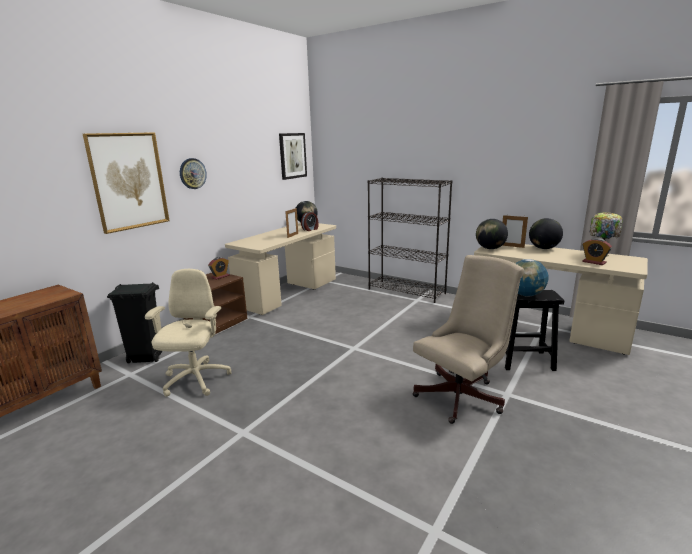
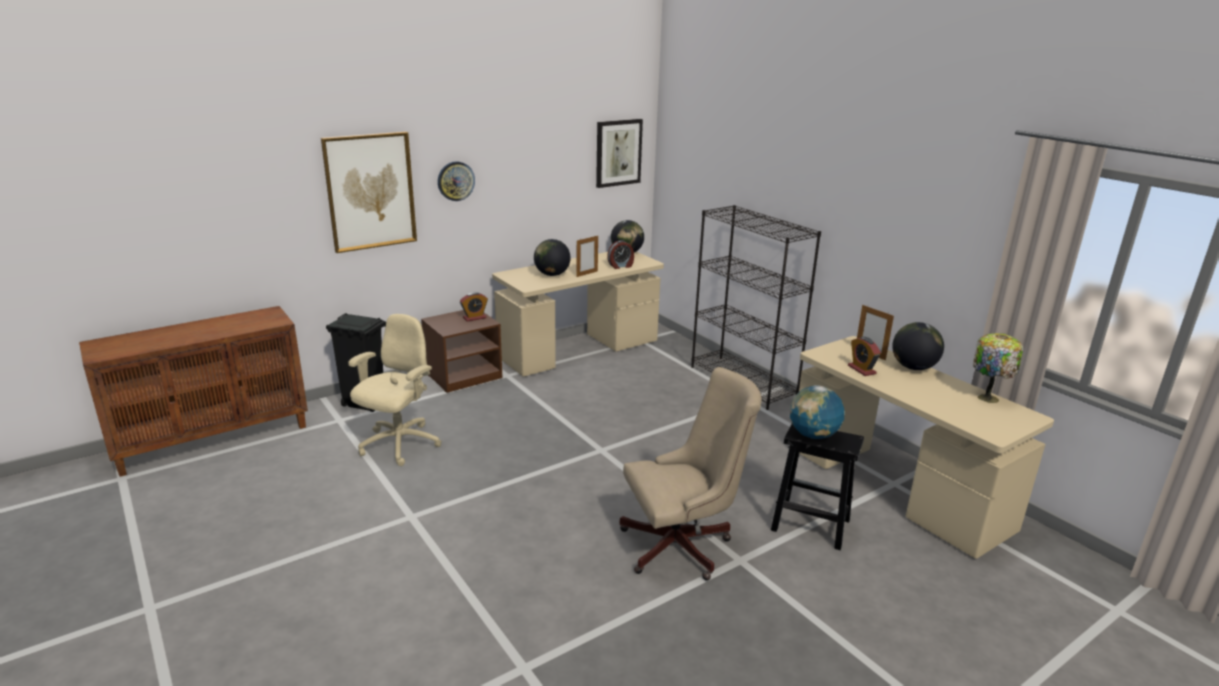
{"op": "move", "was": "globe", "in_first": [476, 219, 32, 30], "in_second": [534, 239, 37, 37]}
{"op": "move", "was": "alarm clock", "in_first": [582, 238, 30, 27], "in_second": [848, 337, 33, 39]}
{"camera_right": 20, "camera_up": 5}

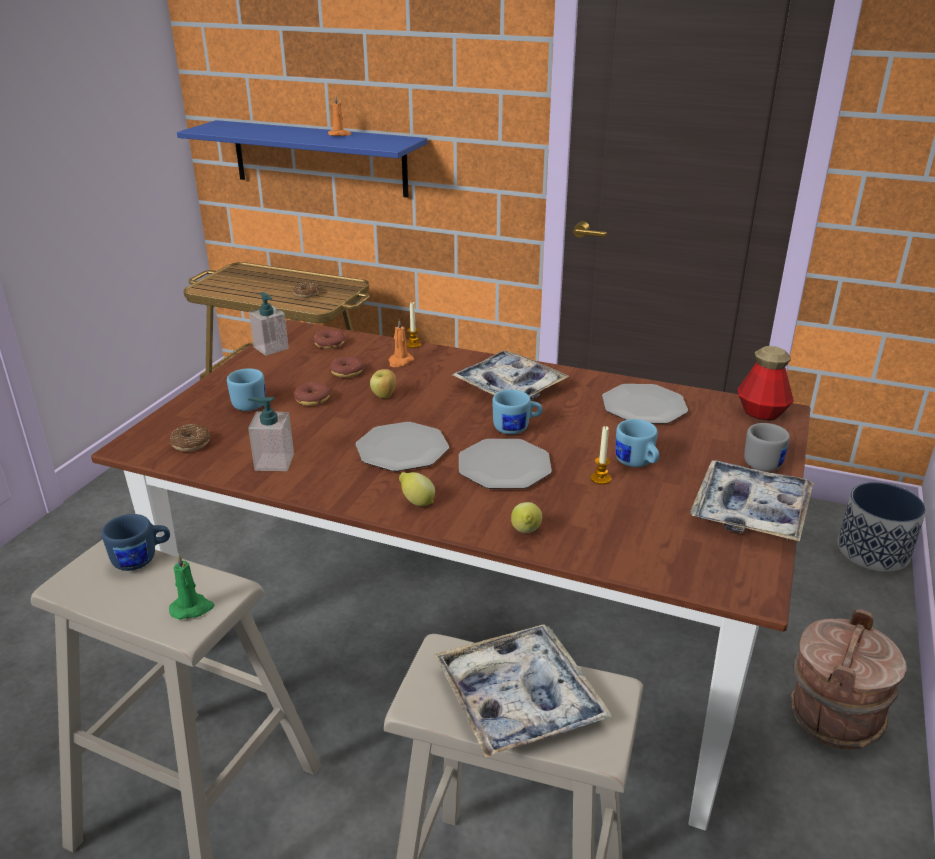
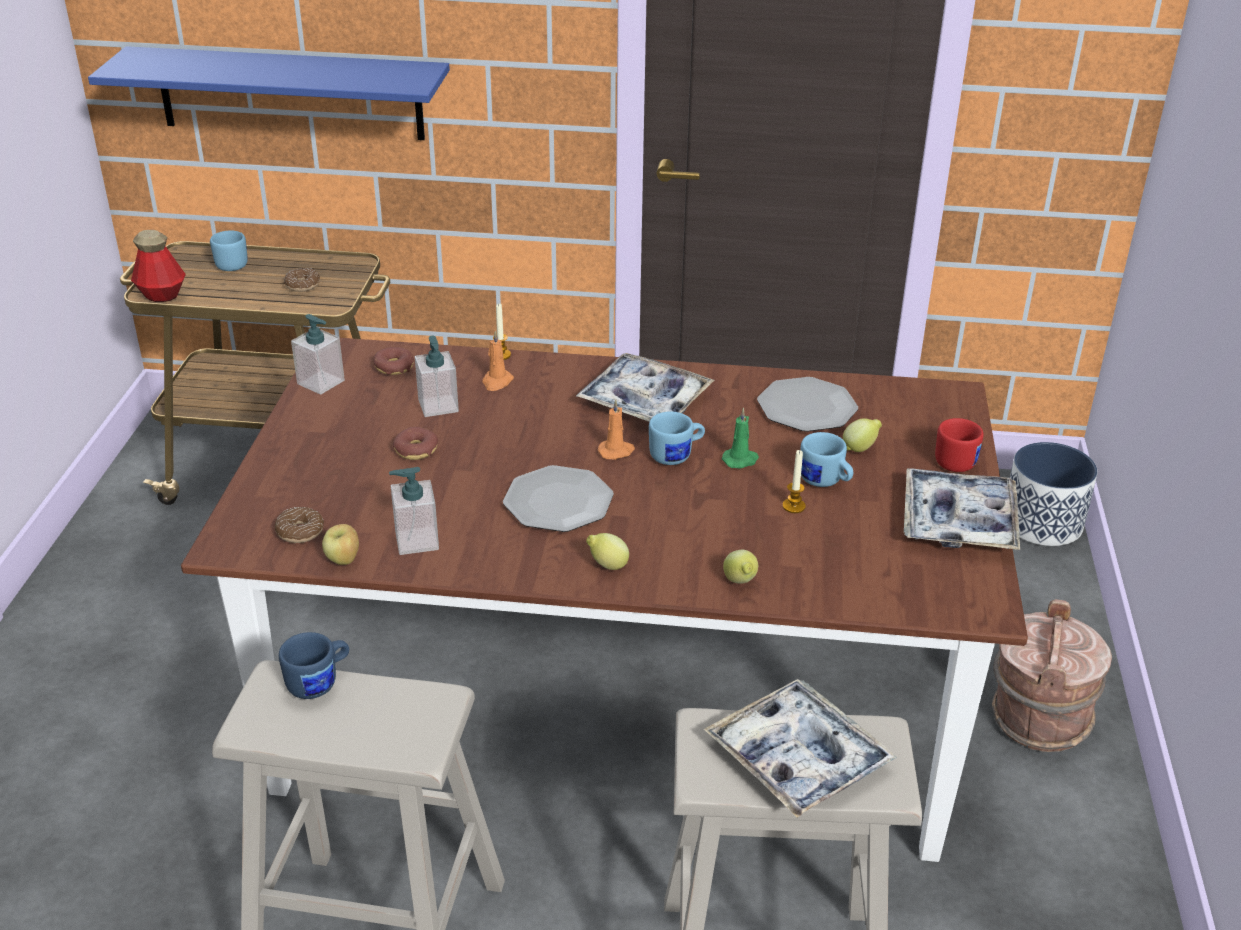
{"op": "move", "was": "candle/orange", "in_first": [328, 96, 23, 40], "in_second": [597, 399, 38, 61]}
{"op": "move", "was": "bottle", "in_first": [738, 346, 56, 74], "in_second": [131, 230, 55, 72]}
{"op": "replace", "was": "donut", "now": "soap dispenser", "in_first": [329, 356, 35, 22], "in_second": [415, 336, 44, 81]}
{"op": "move", "was": "mug/blue", "in_first": [227, 368, 39, 43], "in_second": [210, 231, 37, 40]}
{"op": "move", "was": "apple", "in_first": [370, 369, 26, 29], "in_second": [322, 524, 37, 41]}
{"op": "recolor", "was": "mug/grey", "now": "mug/red", "in_first": [744, 423, 46, 48], "in_second": [935, 418, 49, 54]}
{"op": "delete", "was": "plate", "in_first": [459, 439, 93, 50]}
{"op": "move", "was": "candle/green", "in_first": [169, 554, 46, 66], "in_second": [722, 407, 37, 62]}
{"op": "insert", "now": "lemon", "in_second": [843, 419, 39, 33]}
{"camera_right": -15, "camera_up": 5}

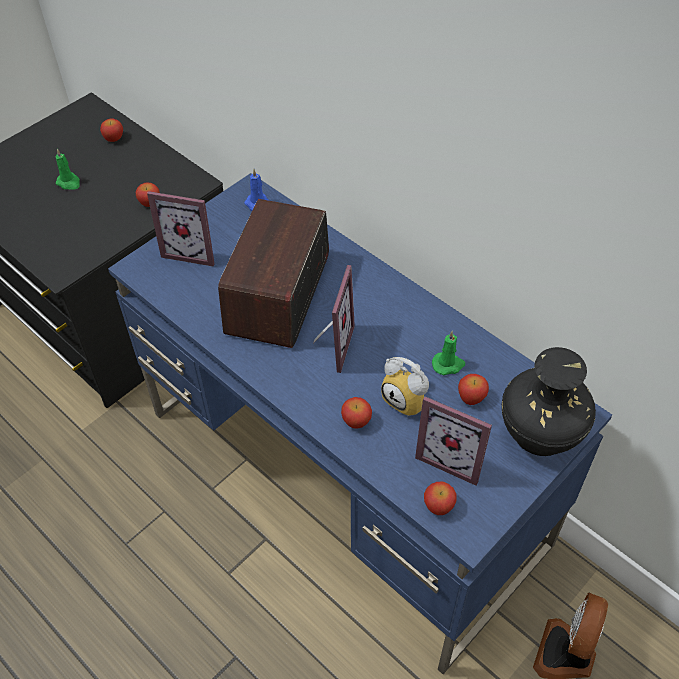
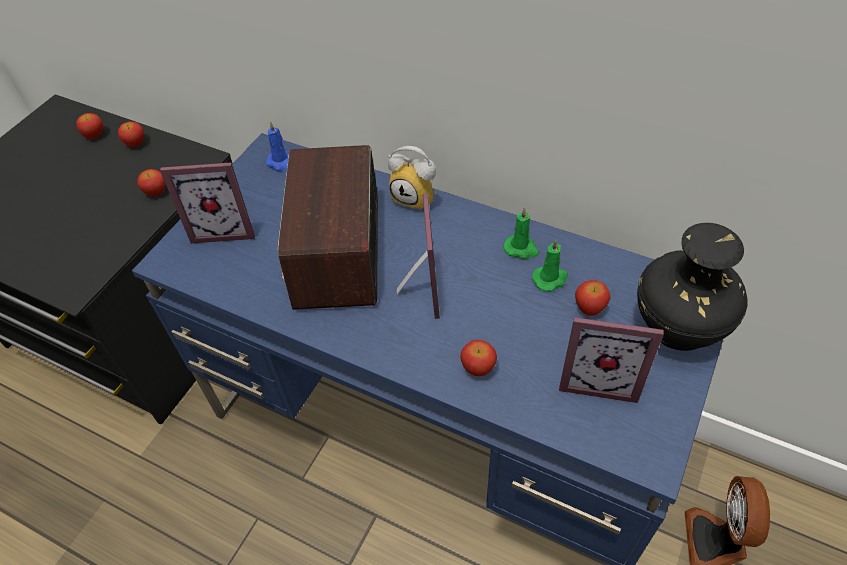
{"op": "move", "was": "candle/green", "in_first": [56, 149, 24, 41], "in_second": [503, 207, 36, 52]}
{"op": "move", "was": "alarm clock", "in_first": [381, 357, 48, 60], "in_second": [388, 146, 48, 65]}
{"op": "move", "was": "apple", "in_first": [424, 482, 33, 33], "in_second": [118, 121, 26, 26]}
{"camera_right": -15, "camera_up": 0}

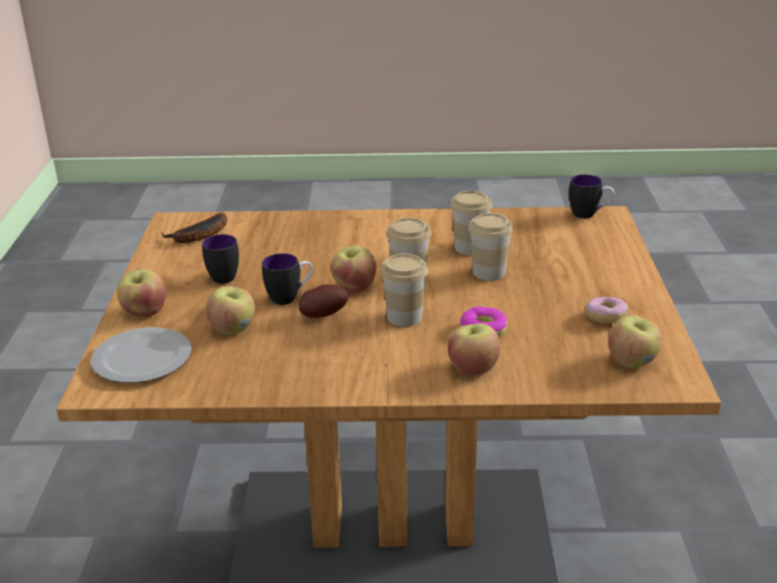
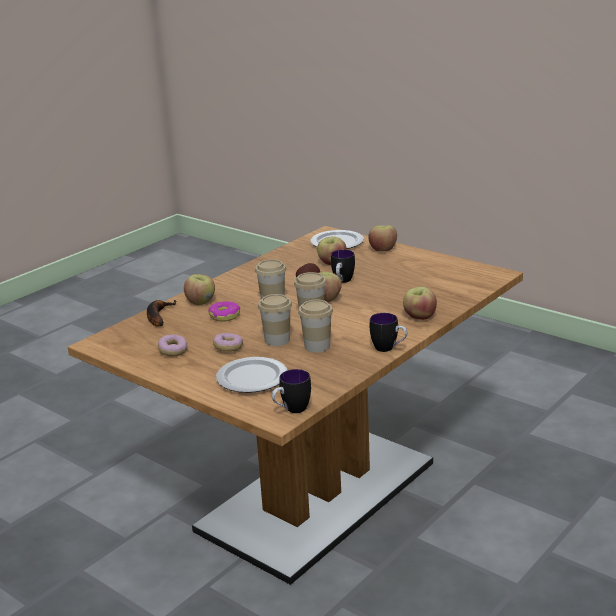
{"op": "move", "was": "banana", "in_first": [161, 213, 66, 30], "in_second": [147, 300, 30, 26]}
{"op": "move", "was": "mug", "in_first": [202, 234, 37, 50], "in_second": [370, 313, 37, 39]}
{"op": "move", "was": "apple", "in_first": [608, 315, 54, 53], "in_second": [403, 287, 34, 33]}
{"op": "insert", "now": "donut", "in_second": [213, 333, 30, 19]}
{"op": "insert", "now": "plate", "in_second": [216, 357, 71, 36]}
{"camera_right": 130, "camera_up": -5}

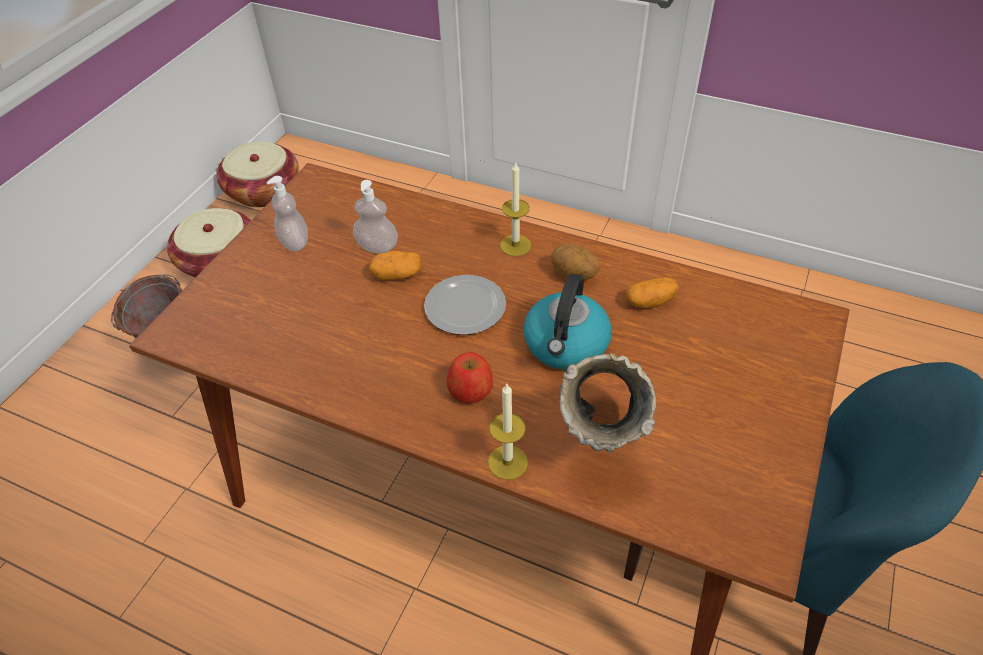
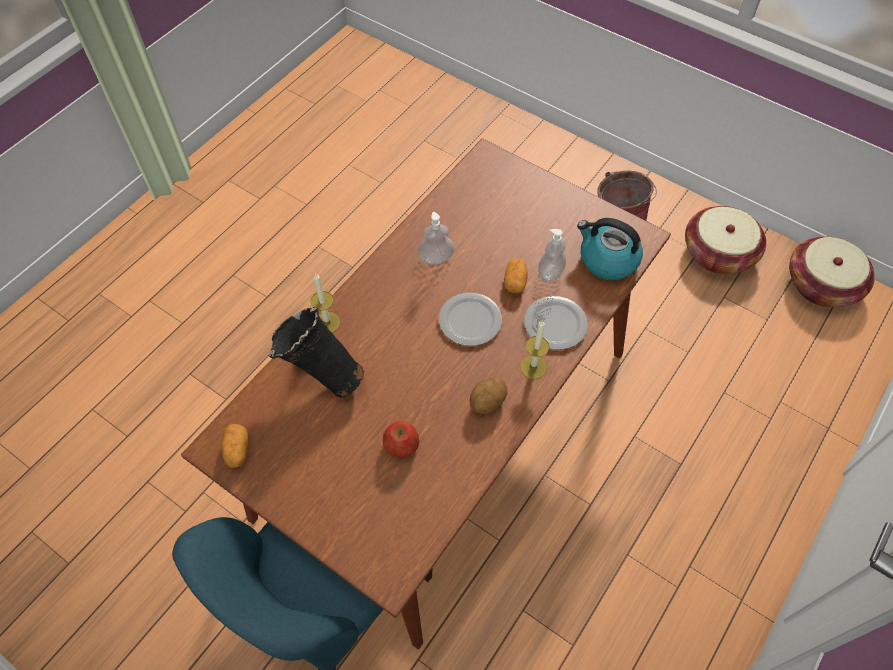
{"op": "move", "was": "soap dispenser", "in_first": [267, 176, 41, 75], "in_second": [418, 212, 36, 53]}
{"op": "move", "was": "kettle", "in_first": [523, 274, 89, 96], "in_second": [577, 218, 66, 62]}
{"op": "move", "was": "potato", "in_first": [626, 277, 53, 31], "in_second": [221, 424, 28, 44]}
{"op": "move", "was": "apple", "in_first": [447, 352, 46, 52], "in_second": [383, 421, 36, 36]}
{"op": "recolor", "was": "vase/beige", "now": "vase/black", "in_first": [559, 353, 97, 99], "in_second": [269, 307, 95, 91]}
{"op": "insert", "now": "plate", "in_second": [524, 296, 64, 54]}
{"camera_right": 100, "camera_up": 10}

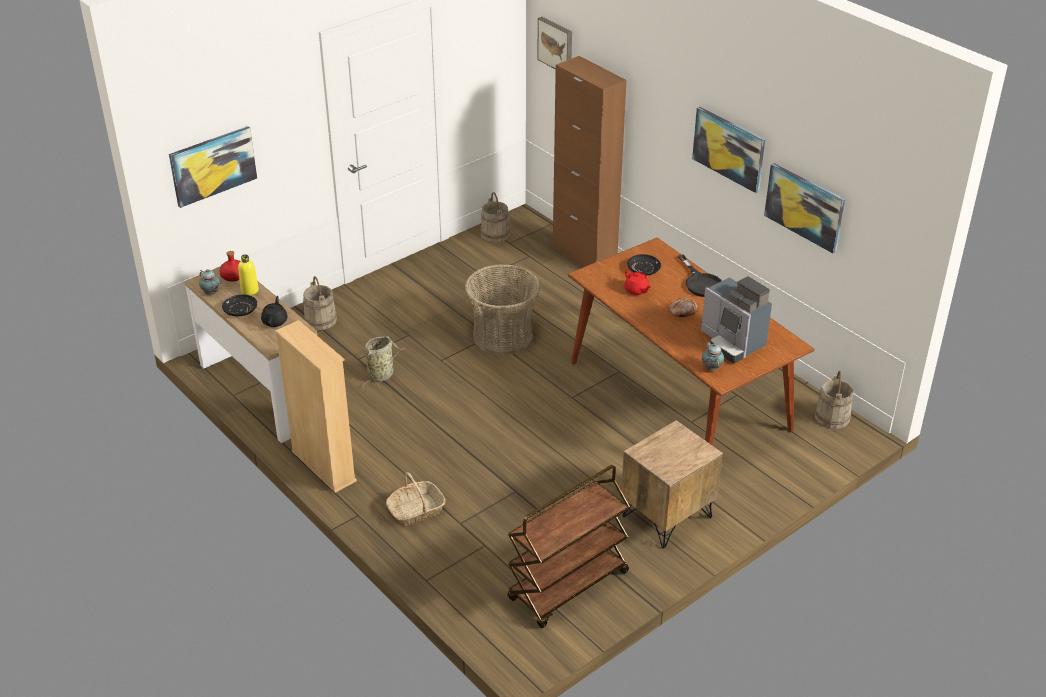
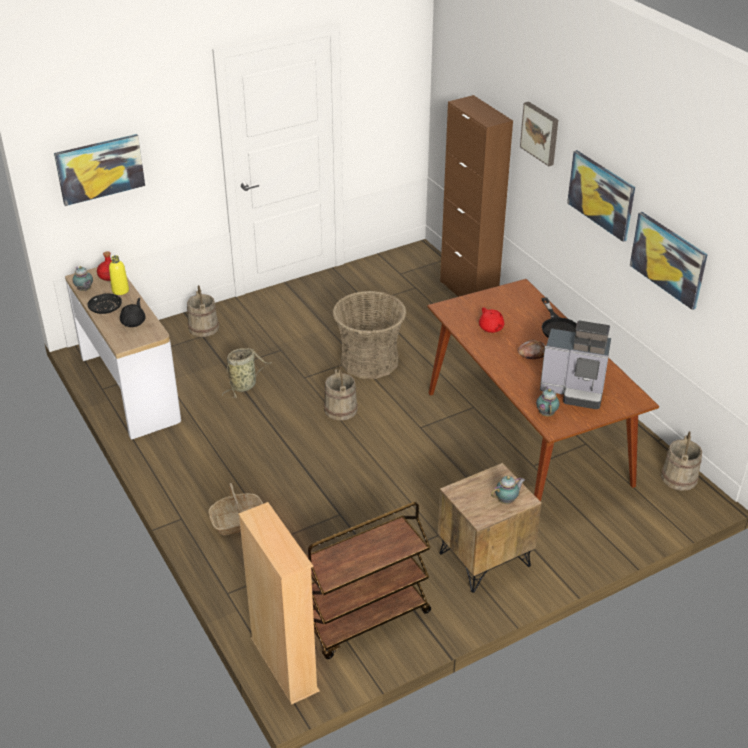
{"op": "move", "was": "picture", "in_first": [537, 17, 35, 52], "in_second": [520, 102, 38, 64]}
{"op": "move", "was": "bucket/beige", "in_first": [481, 192, 29, 51], "in_second": [324, 365, 34, 56]}
{"op": "delete", "was": "plate/black", "in_first": [628, 254, 33, 21]}
{"op": "rotate", "was": "coffee machine", "in_first": [701, 276, 71, 87], "in_second": [540, 321, 71, 88], "clockwise": -45}
{"op": "move", "was": "bookcase/beige", "in_first": [275, 320, 82, 173], "in_second": [238, 502, 82, 203]}
{"op": "insert", "now": "teapot", "in_second": [491, 476, 34, 28]}
{"camera_right": 10, "camera_up": 0}

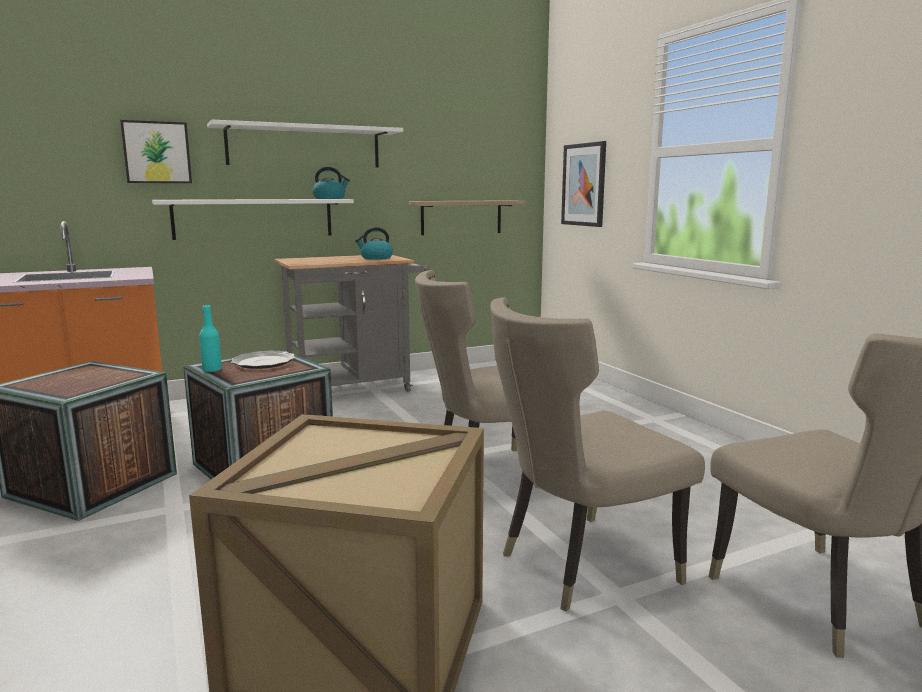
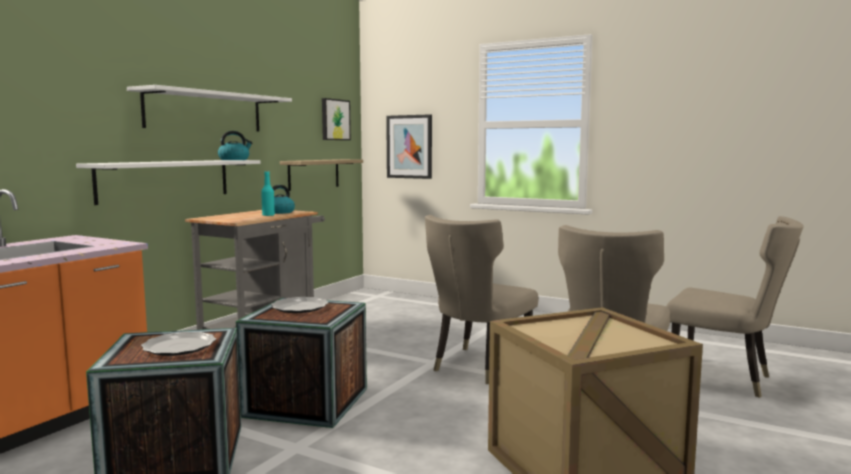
{"op": "move", "was": "picture", "in_first": [120, 120, 72, 63], "in_second": [322, 98, 29, 42]}
{"op": "move", "was": "bottle/turquoise", "in_first": [199, 305, 23, 67], "in_second": [261, 171, 14, 45]}
{"op": "insert", "now": "plate", "in_second": [141, 332, 75, 24]}
{"camera_right": -35, "camera_up": -5}

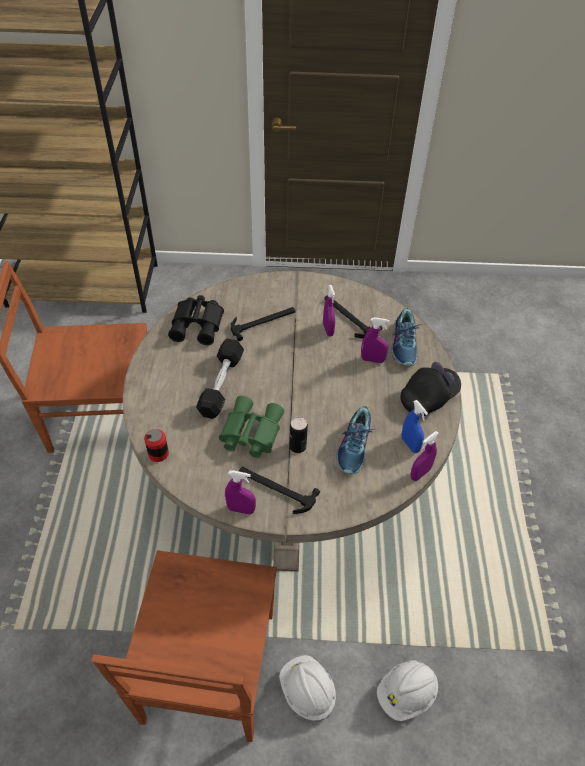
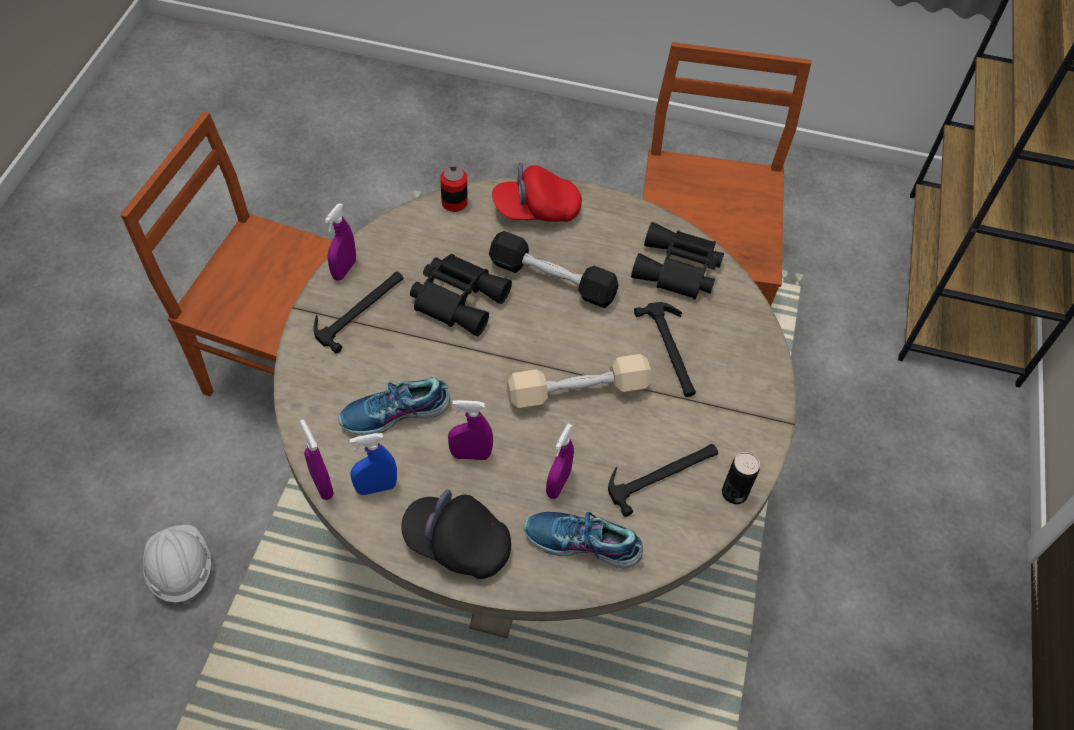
{"op": "move", "was": "spray bottle/purple", "in_first": [323, 285, 12, 52], "in_second": [448, 400, 45, 60]}
{"op": "rotate", "was": "cap/black", "in_first": [401, 362, 60, 54], "in_second": [401, 490, 110, 89], "clockwise": 135}
{"op": "recolor", "was": "binoculars/green", "now": "binoculars/black", "in_first": [219, 396, 65, 62], "in_second": [410, 254, 102, 82]}
{"op": "rotate", "was": "shoe", "in_first": [336, 406, 39, 68], "in_second": [338, 378, 112, 58], "clockwise": -45}
{"op": "move", "was": "can", "in_first": [289, 416, 19, 37], "in_second": [722, 452, 38, 52]}
{"op": "delete", "was": "hard hat/white", "in_first": [279, 655, 57, 66]}
{"op": "insert", "now": "cap/red", "in_second": [492, 163, 90, 59]}
{"op": "insert", "now": "dumbbell/beige", "in_second": [507, 354, 144, 56]}
{"camera_right": 100, "camera_up": 5}

